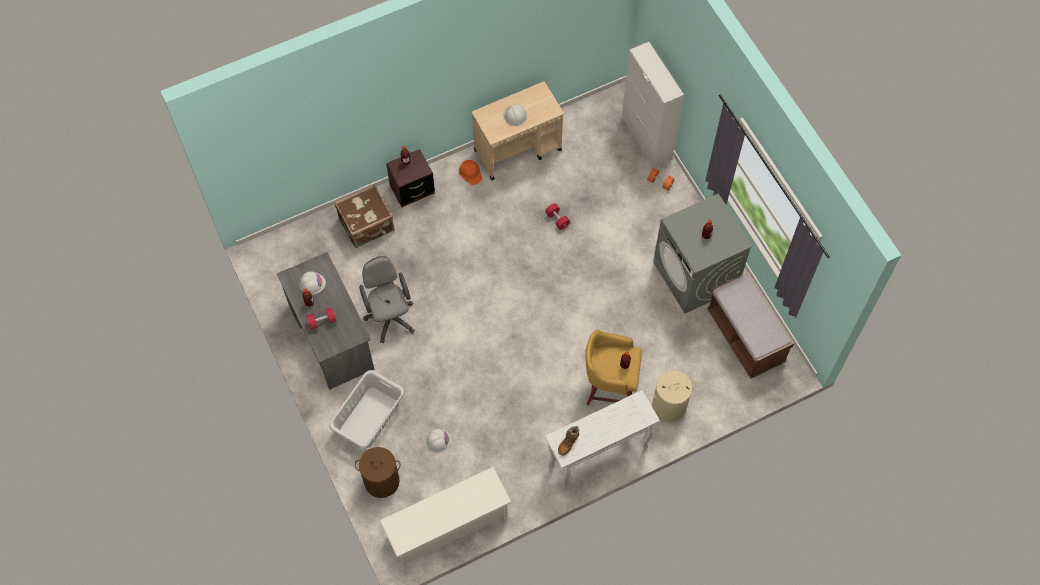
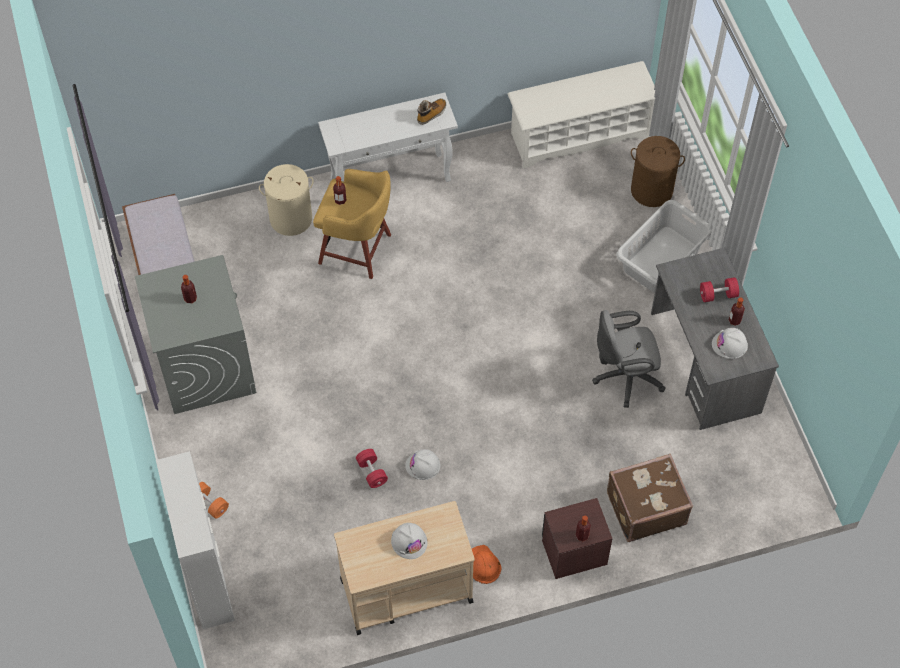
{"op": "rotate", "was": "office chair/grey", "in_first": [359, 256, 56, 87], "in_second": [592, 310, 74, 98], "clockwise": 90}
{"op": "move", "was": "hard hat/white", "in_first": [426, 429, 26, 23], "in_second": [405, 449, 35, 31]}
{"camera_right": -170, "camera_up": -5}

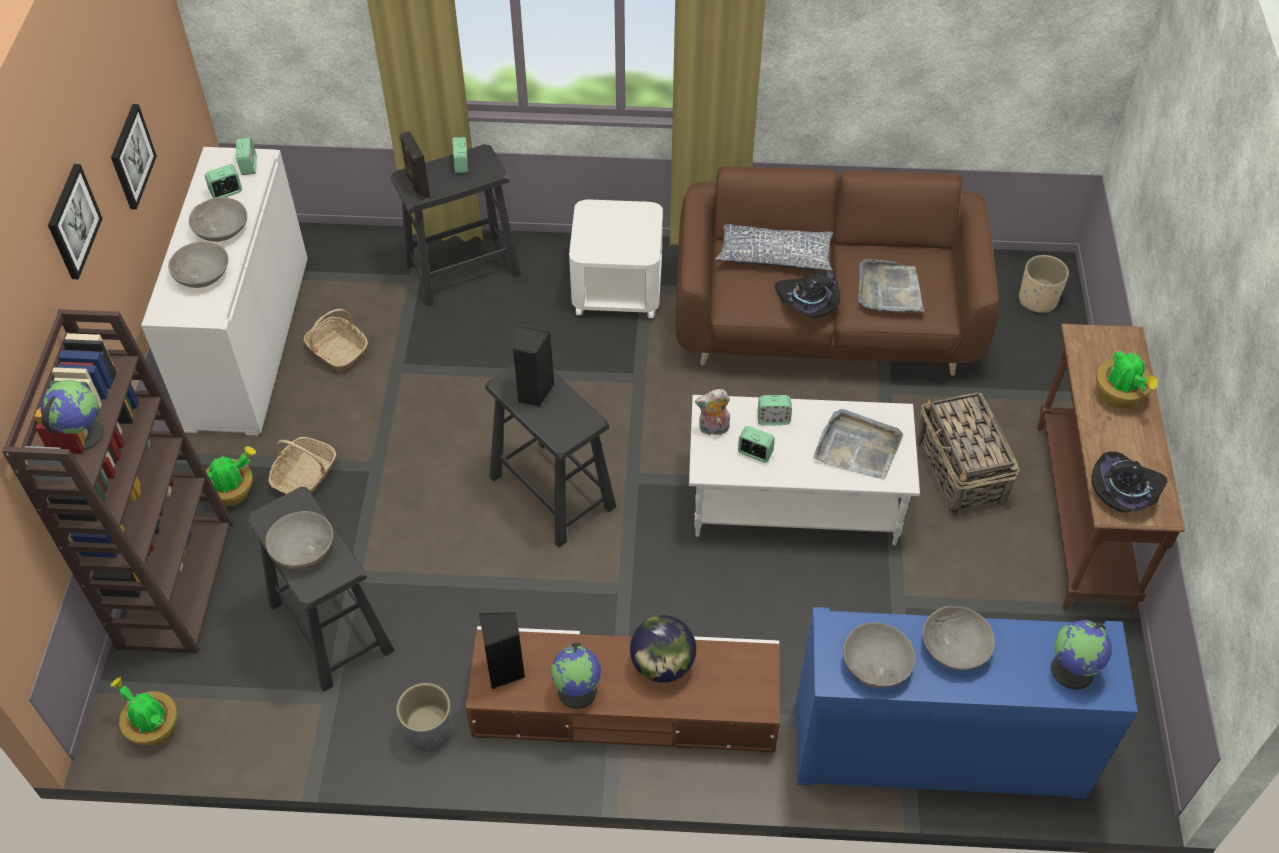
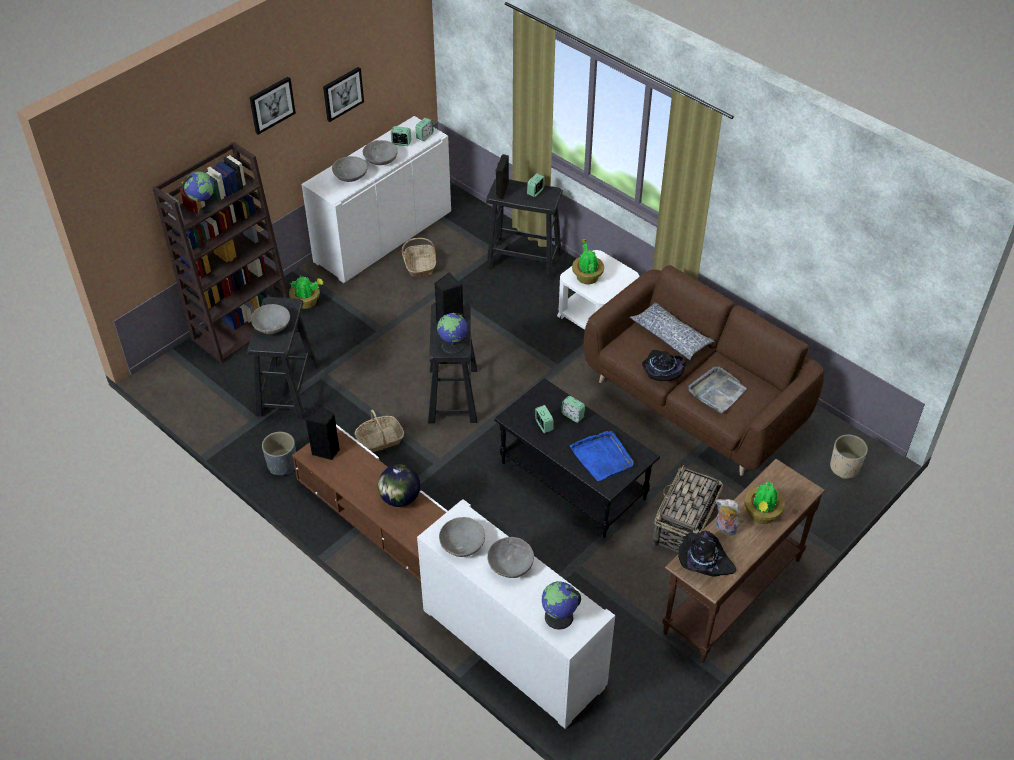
{"op": "move", "was": "plush toy", "in_first": [695, 389, 35, 46], "in_second": [716, 499, 24, 37]}
{"op": "recolor", "was": "coffee table/white", "now": "coffee table/black", "in_first": [689, 395, 231, 151], "in_second": [494, 378, 166, 160]}
{"op": "recolor", "was": "tray/grey", "now": "tray/blue", "in_first": [813, 409, 90, 70], "in_second": [570, 431, 64, 50]}
{"op": "move", "was": "basket", "in_first": [268, 437, 68, 57], "in_second": [355, 410, 49, 42]}
{"op": "recolor", "was": "cabinet/blue", "now": "cabinet/white", "in_first": [796, 607, 342, 192], "in_second": [417, 499, 198, 230]}
{"op": "move", "was": "globe", "in_first": [551, 643, 50, 66], "in_second": [437, 313, 31, 41]}
{"op": "move", "was": "potted plant", "in_first": [111, 677, 67, 69], "in_second": [572, 239, 32, 45]}
{"camera_right": 40, "camera_up": -5}

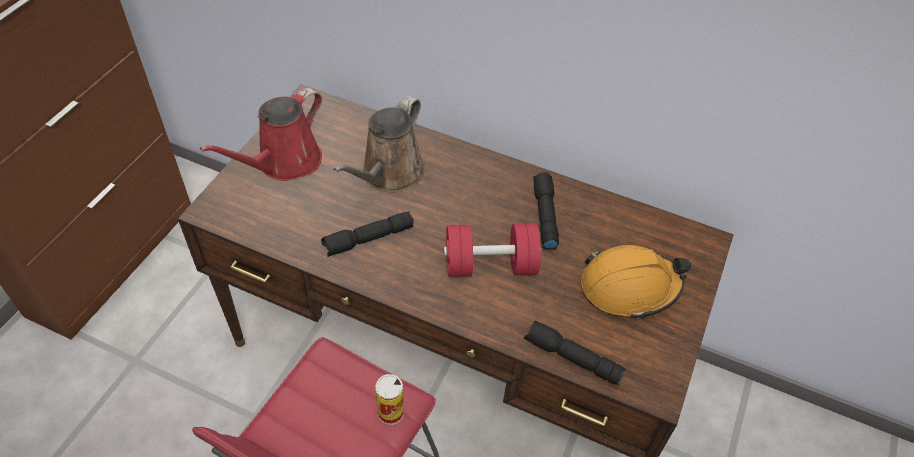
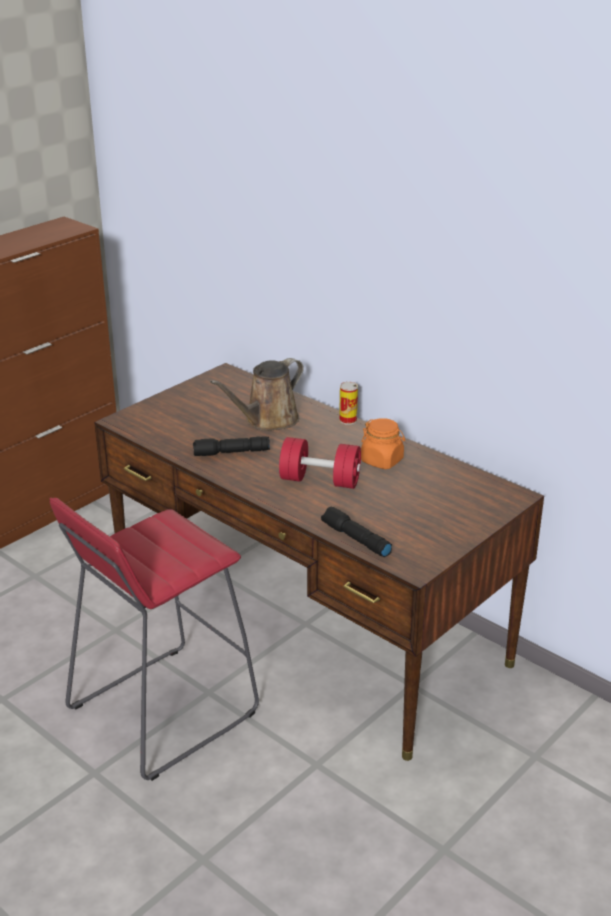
{"op": "delete", "was": "watering can/red", "in_first": [200, 88, 122, 93]}
{"op": "replace", "was": "flashlight/black", "now": "jar/orange", "in_first": [534, 172, 25, 77], "in_second": [361, 418, 44, 51]}
{"op": "delete", "was": "hard hat/orange", "in_first": [581, 245, 110, 75]}
{"op": "move", "was": "can", "in_first": [375, 374, 29, 51], "in_second": [339, 382, 19, 43]}
{"camera_right": 20, "camera_up": -20}

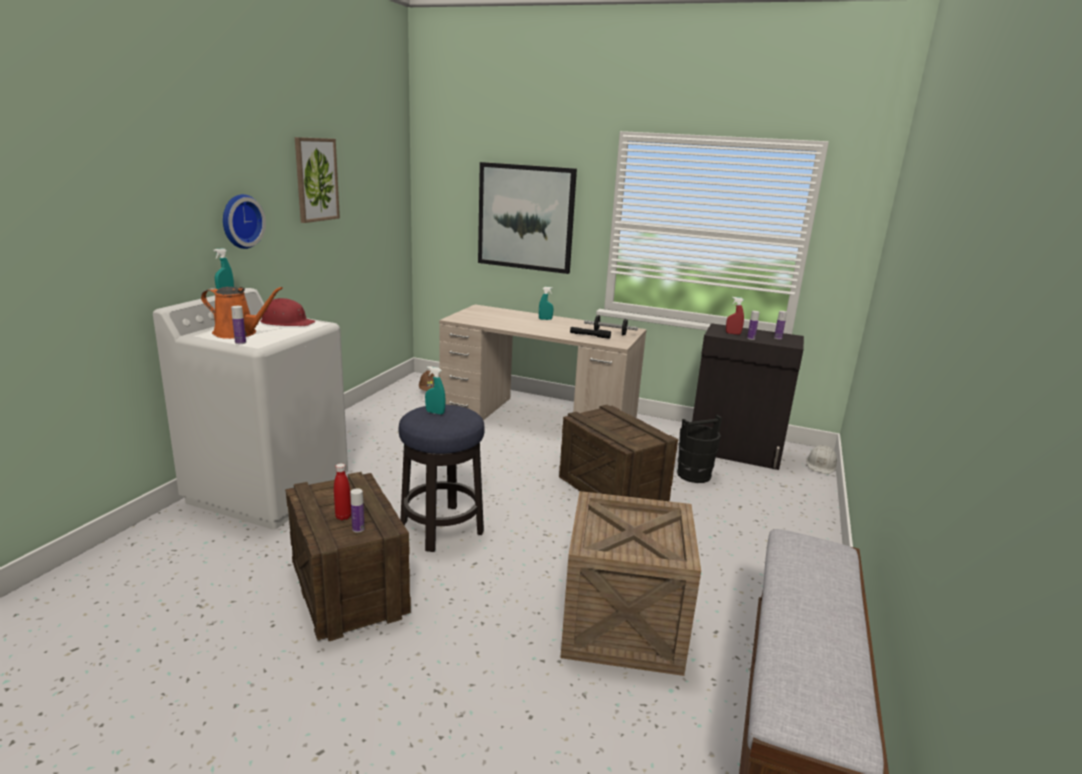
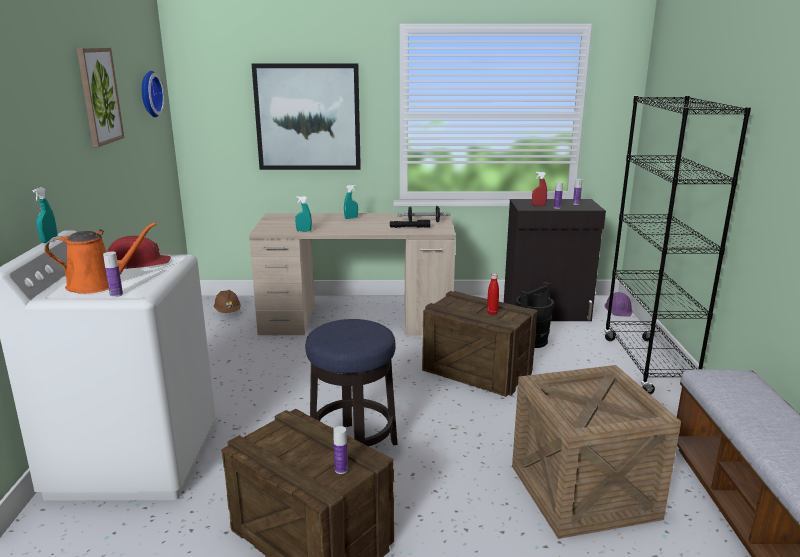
{"op": "move", "was": "wall clock", "in_first": [223, 194, 43, 55], "in_second": [142, 71, 23, 46]}
{"op": "move", "was": "spray bottle/turquoise", "in_first": [425, 366, 21, 49], "in_second": [295, 196, 17, 36]}
{"op": "recolor", "was": "hard hat/white", "now": "hard hat/purple", "in_first": [806, 445, 31, 29], "in_second": [605, 292, 27, 25]}
{"op": "move", "was": "bottle/red", "in_first": [334, 463, 17, 57], "in_second": [487, 273, 12, 42]}
{"op": "insert", "now": "bookcase/black", "in_second": [604, 96, 147, 299]}
{"camera_right": -20, "camera_up": 0}

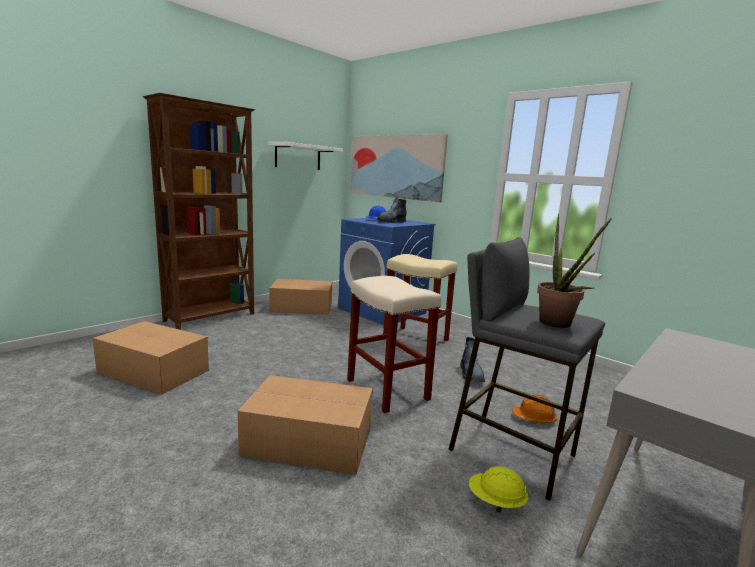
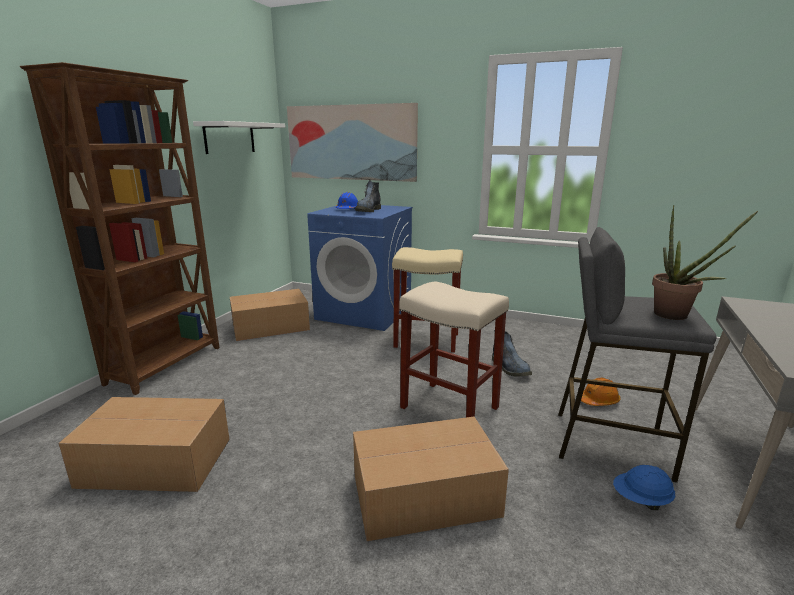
{"op": "recolor", "was": "hard hat/yellow", "now": "hard hat/blue", "in_first": [469, 466, 60, 47], "in_second": [613, 465, 62, 45]}
{"camera_right": -20, "camera_up": 5}

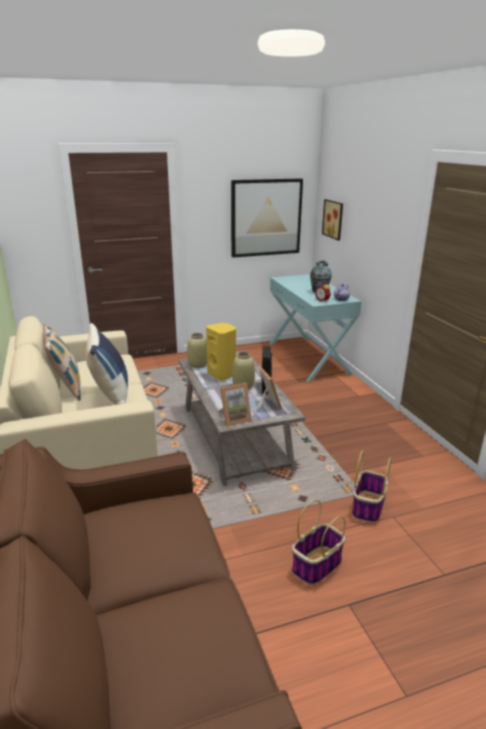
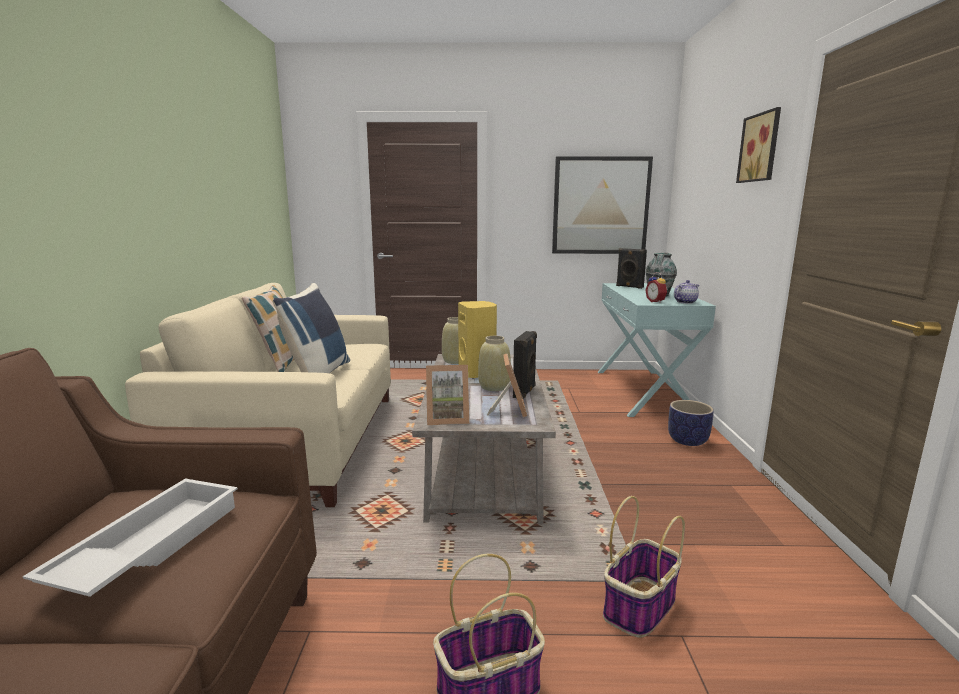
{"op": "move", "was": "picture", "in_first": [322, 199, 21, 41], "in_second": [736, 107, 45, 76]}
{"op": "insert", "now": "speaker/black", "in_second": [616, 248, 31, 41]}
{"op": "insert", "now": "planter", "in_second": [668, 400, 46, 46]}
{"op": "insert", "now": "tray/white", "in_second": [23, 479, 215, 118]}
{"camera_right": 20, "camera_up": -10}

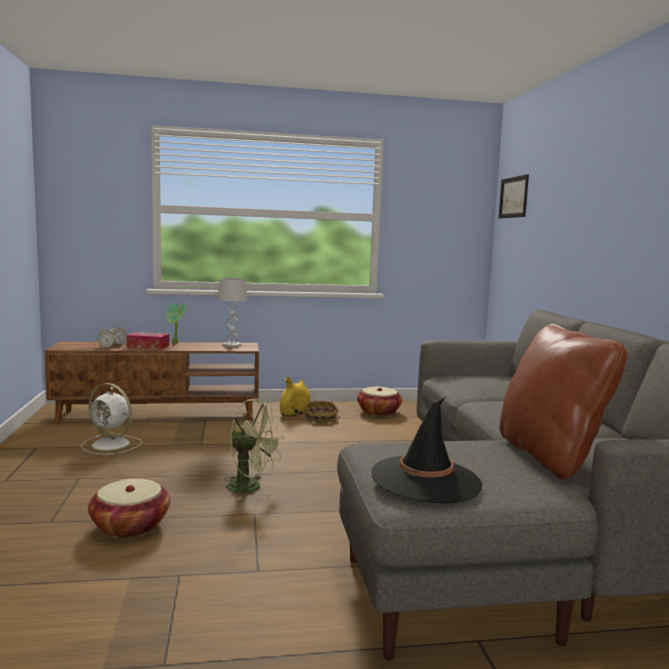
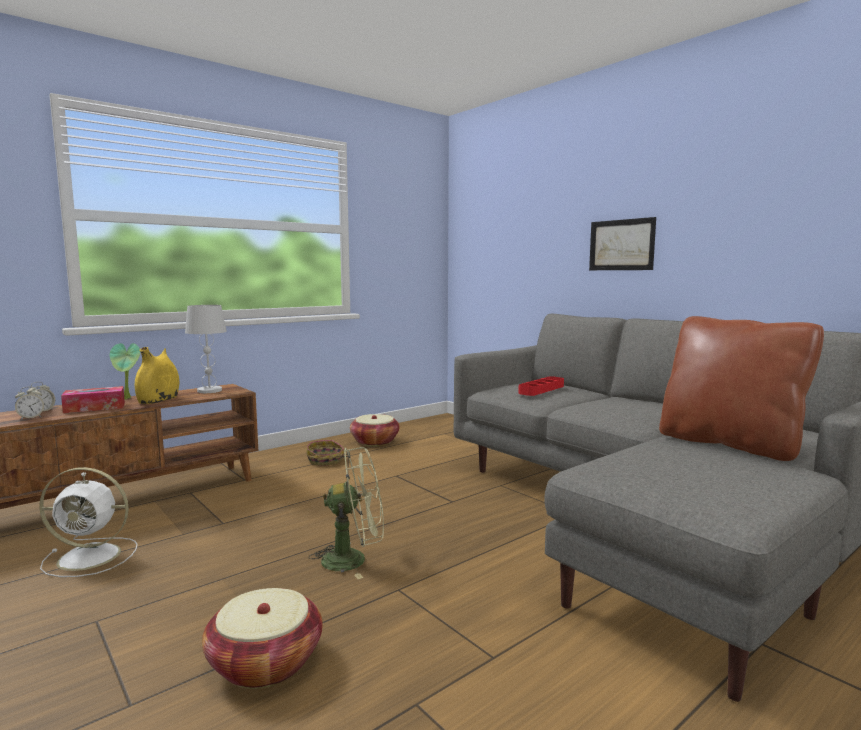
{"op": "move", "was": "picture", "in_first": [499, 174, 30, 44], "in_second": [589, 217, 67, 53]}
{"op": "move", "was": "vase/yellow", "in_first": [280, 377, 30, 40], "in_second": [135, 347, 44, 57]}
{"op": "delete", "was": "hat/black", "in_first": [371, 397, 111, 106]}
{"op": "insert", "now": "tray/red", "in_second": [518, 376, 46, 20]}
{"camera_right": -30, "camera_up": 0}

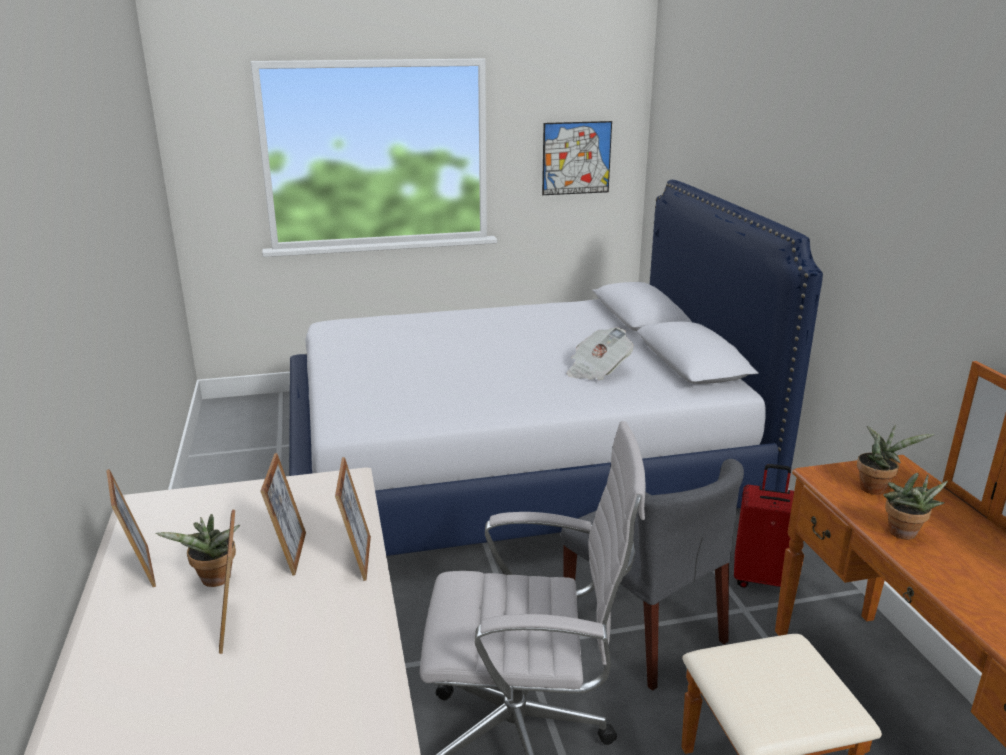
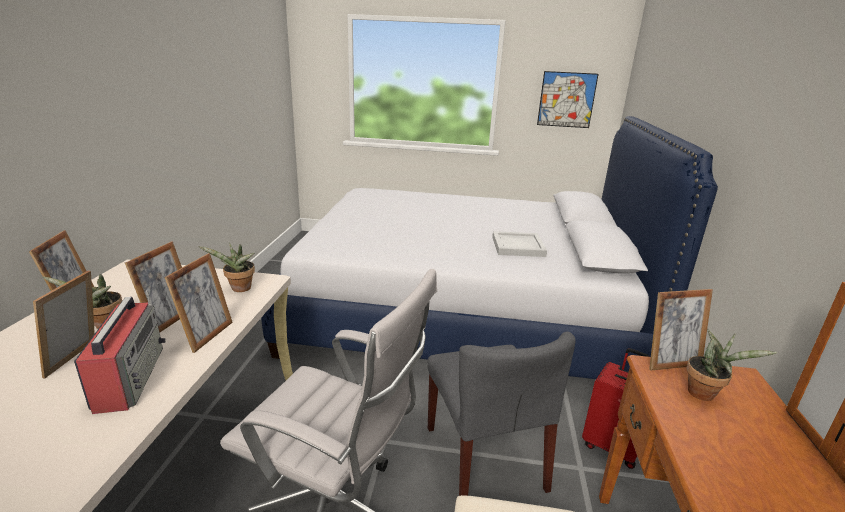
{"op": "replace", "was": "newspaper", "now": "tray/white", "in_first": [567, 327, 67, 53], "in_second": [492, 231, 55, 26]}
{"op": "move", "was": "potted plant", "in_first": [883, 473, 65, 67], "in_second": [198, 243, 57, 49]}
{"op": "insert", "now": "picture frame", "in_second": [649, 289, 64, 81]}
{"op": "insert", "now": "radio", "in_second": [74, 290, 92, 124]}
{"camera_right": 20, "camera_up": 0}

